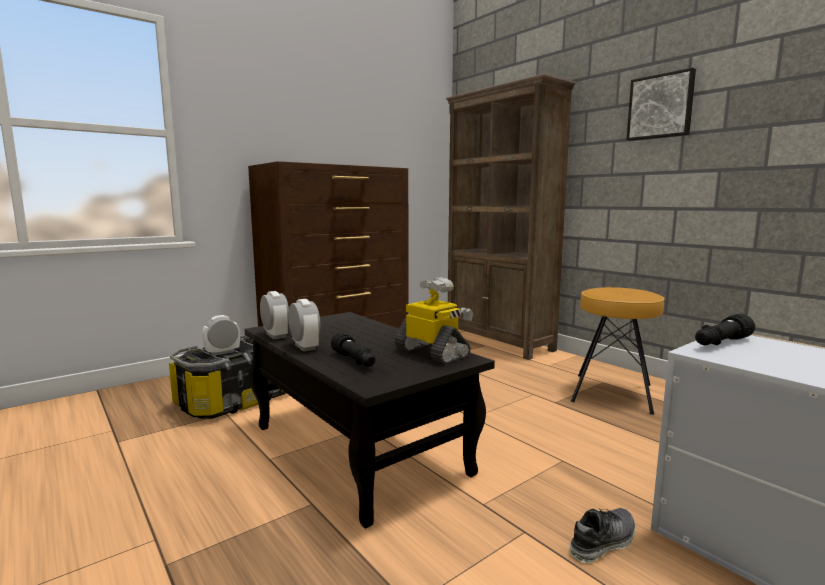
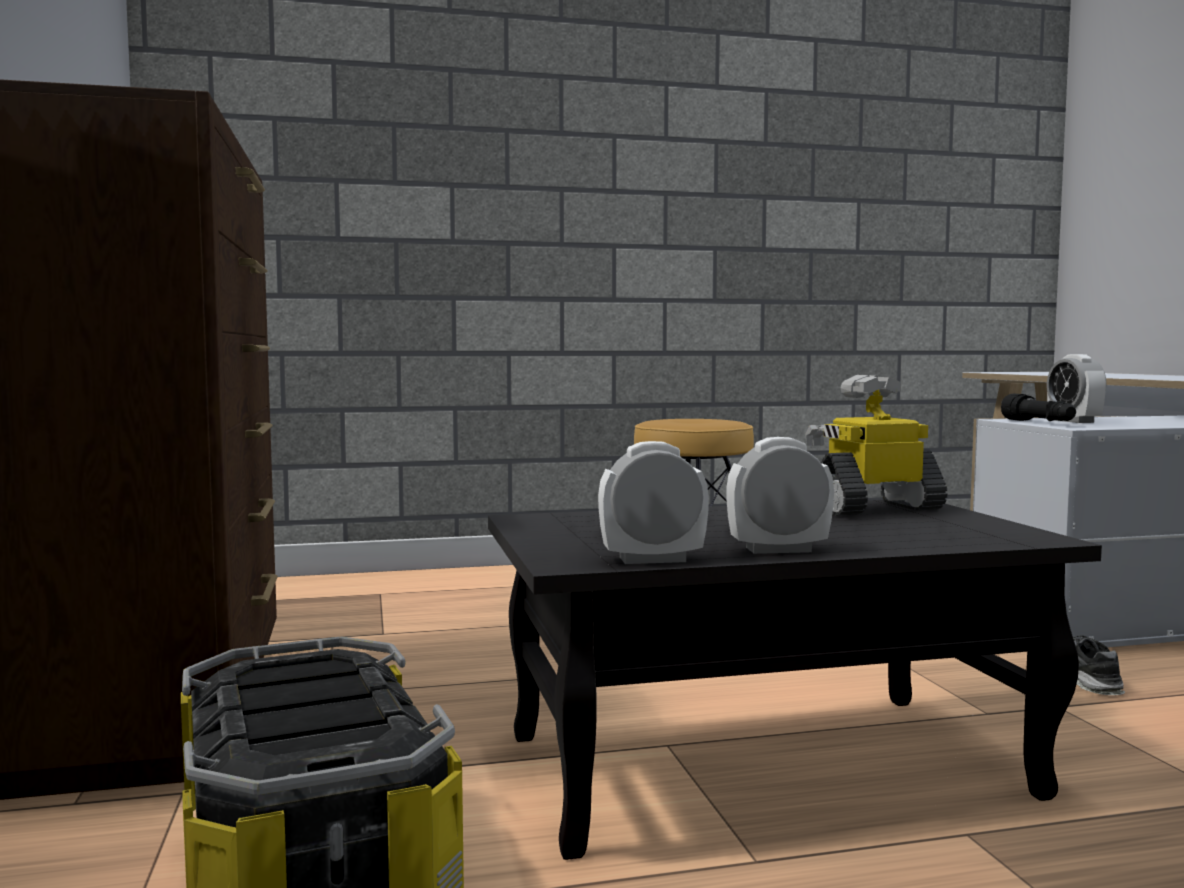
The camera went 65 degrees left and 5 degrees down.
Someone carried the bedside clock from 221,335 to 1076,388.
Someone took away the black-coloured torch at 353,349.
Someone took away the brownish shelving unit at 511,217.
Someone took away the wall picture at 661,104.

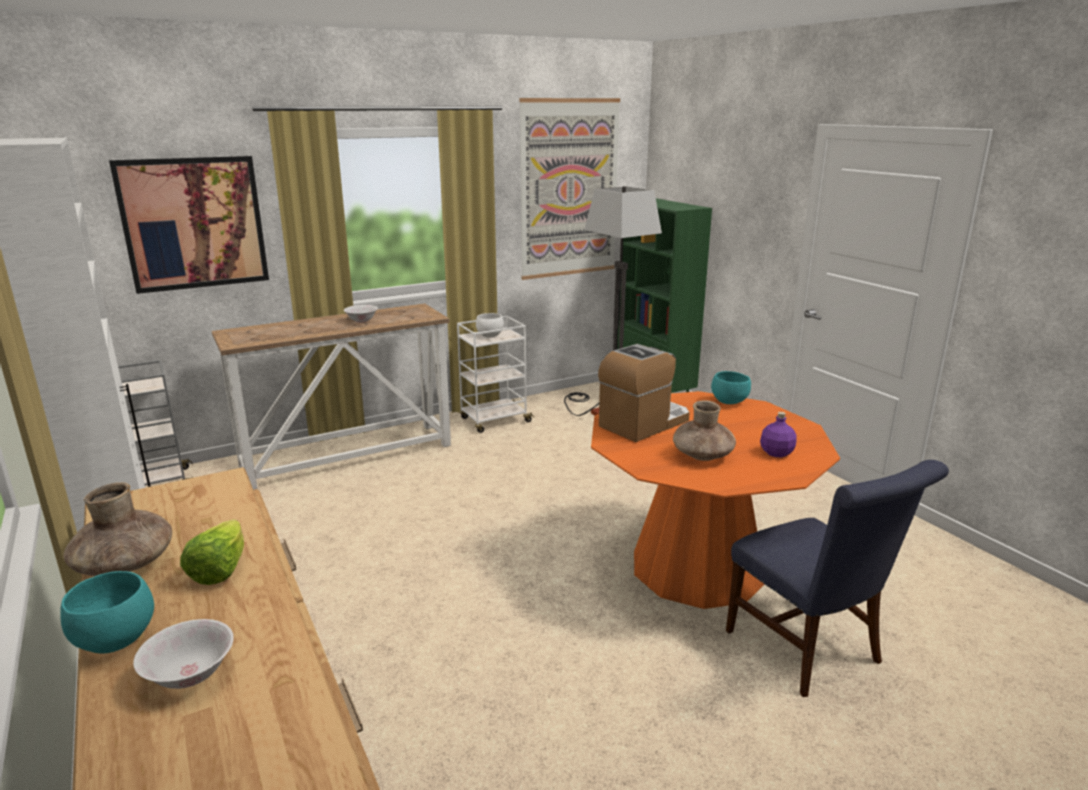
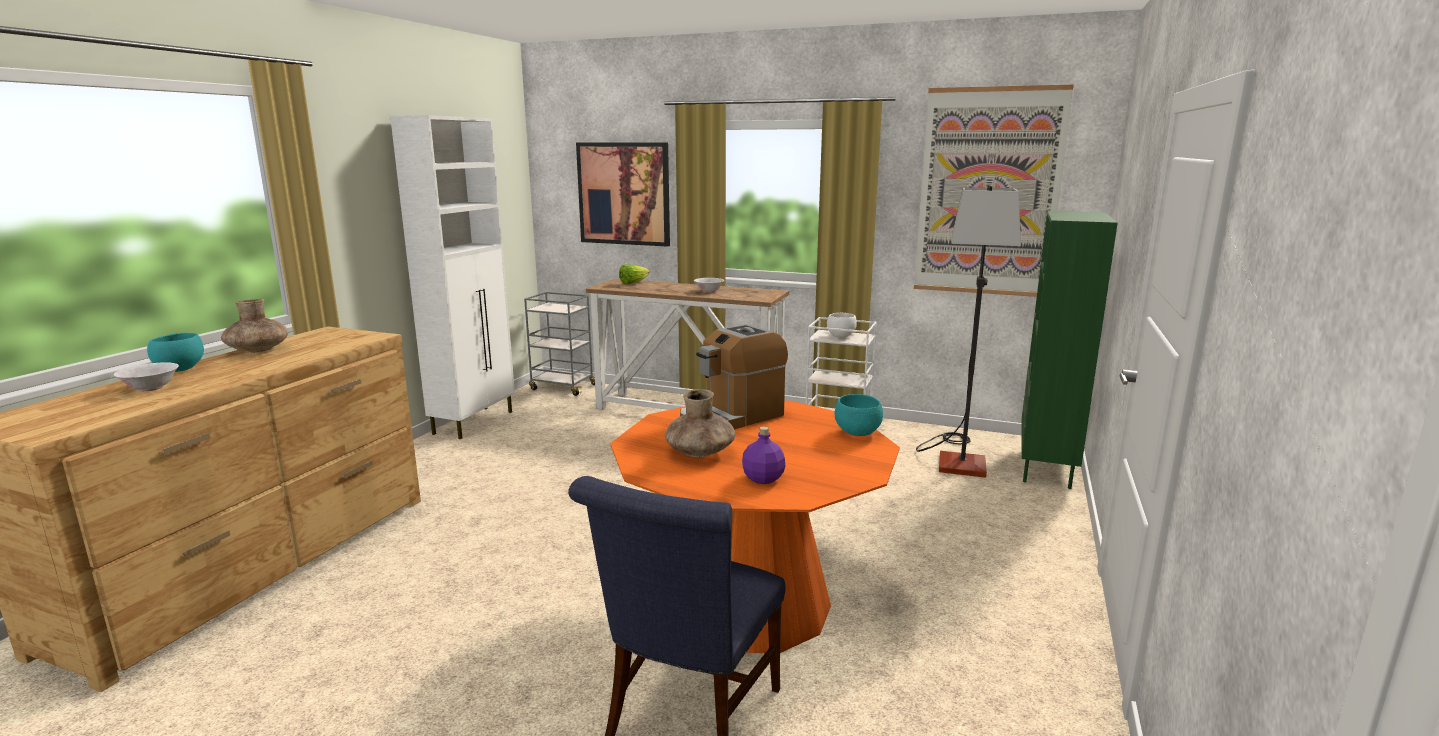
The camera went 50 degrees right and 5 degrees down.
Someone carried the lettuce from 212,552 to 634,274.
Someone rotated the coffee machine at 644,393 by 135 degrees clockwise.

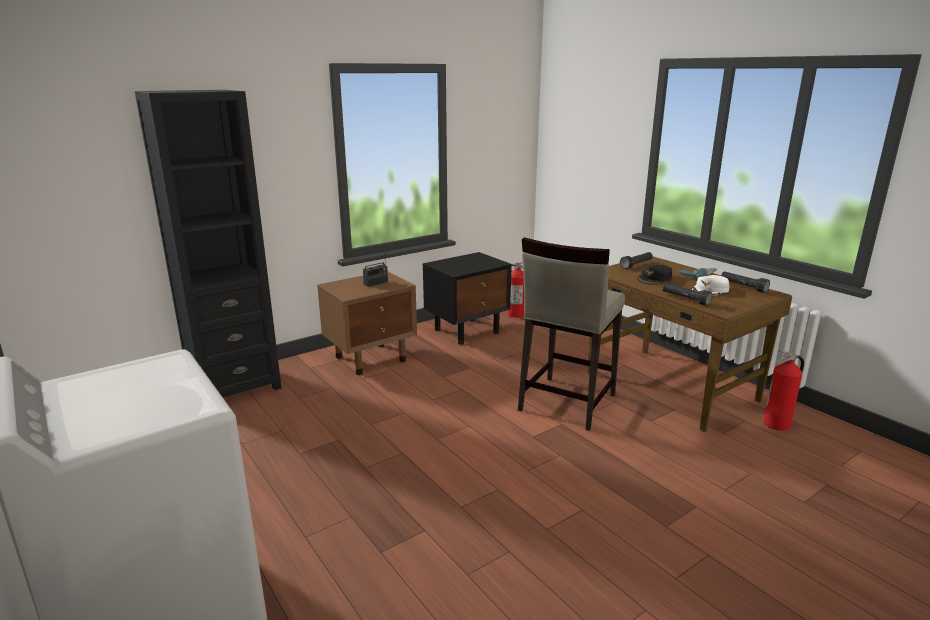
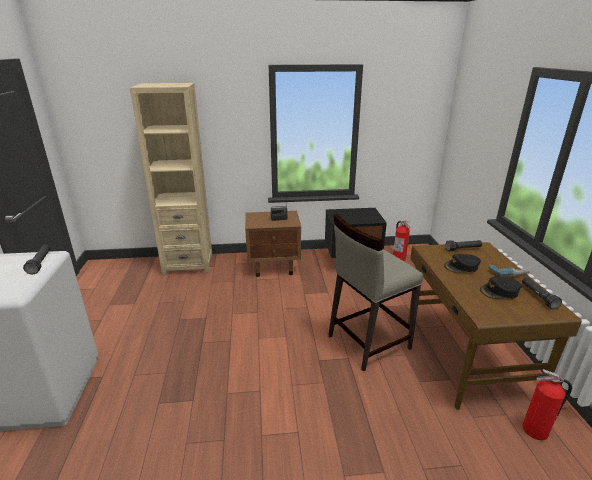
The camera went 30 degrees right and 5 degrees up.
Someone carried the black-coloured torch from 687,294 to 37,259.
Someone repainted the black-coloured shelving unit at 208,243, which became the beige-coloured shelving unit at 171,179.
Someone repainted the white baseball cap at 710,285, which became the black-coloured baseball cap at 501,288.

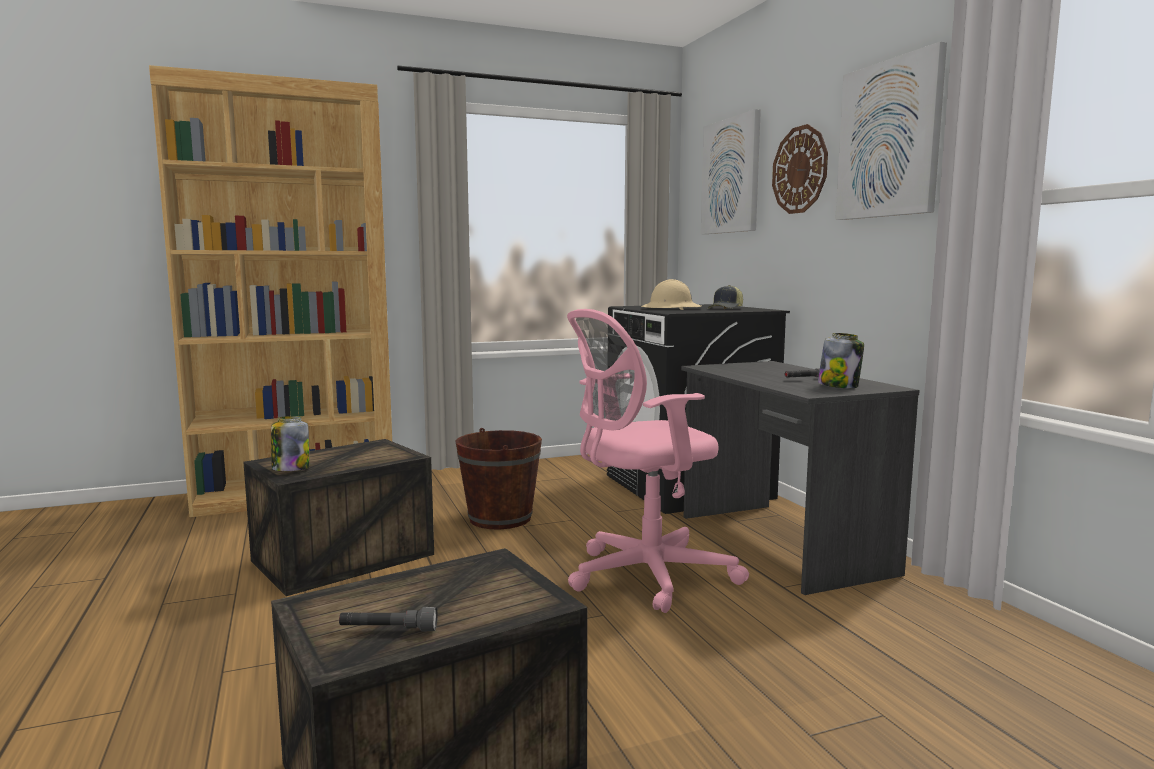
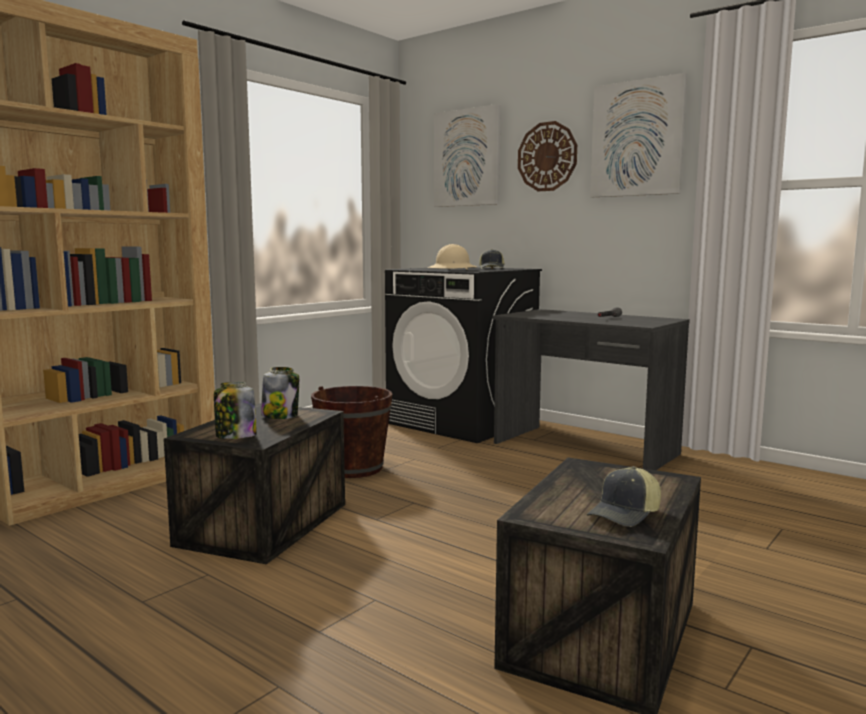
The camera went 30 degrees left and 0 degrees up.
Someone carried the jar from 841,360 to 280,393.
Someone swapped the grey torch at 388,619 for the baseball cap at 623,496.
Someone took away the pink-coloured computer chair at 658,461.

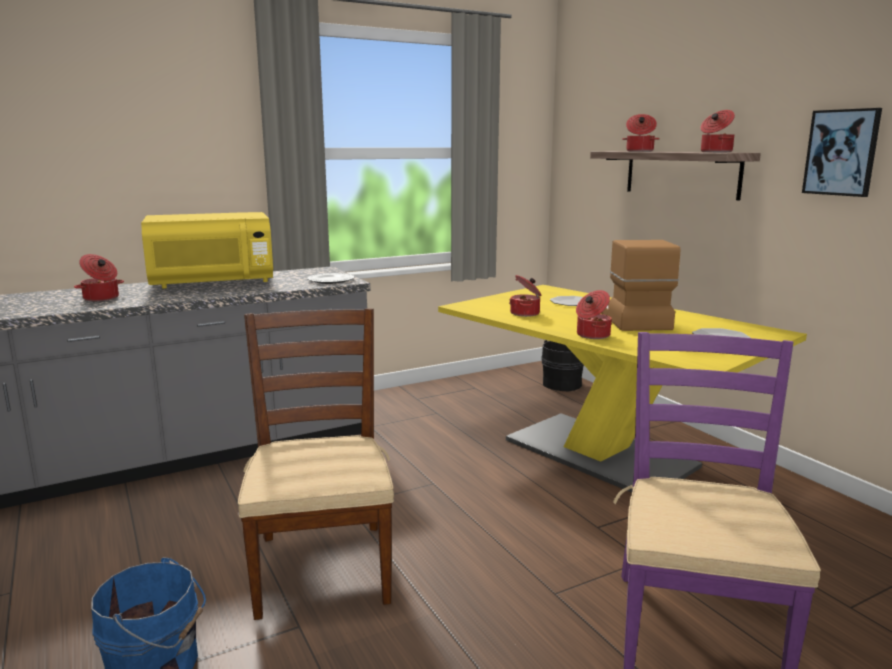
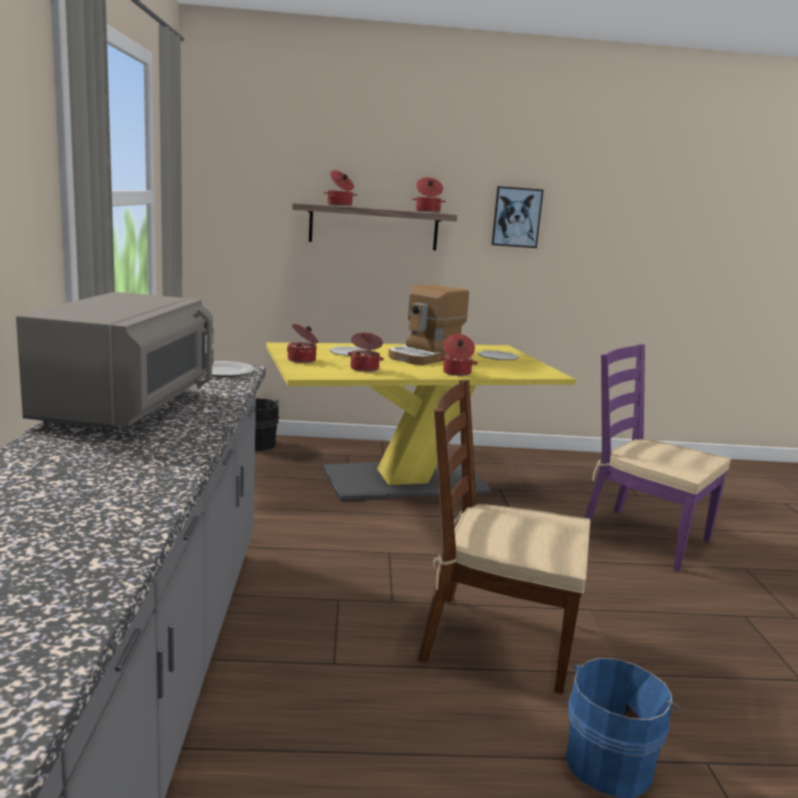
The camera went 65 degrees left and 0 degrees up.
Someone repainted the yellowish kitchen microwave at 207,250, which became the grey kitchen microwave at 115,361.
Someone carried the cooking pot from 99,277 to 302,343.
Someone rotated the coffee machine at 640,285 by 75 degrees counterclockwise.

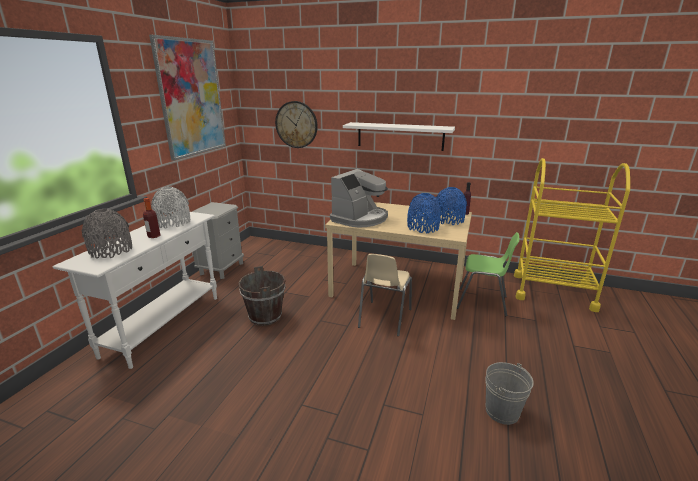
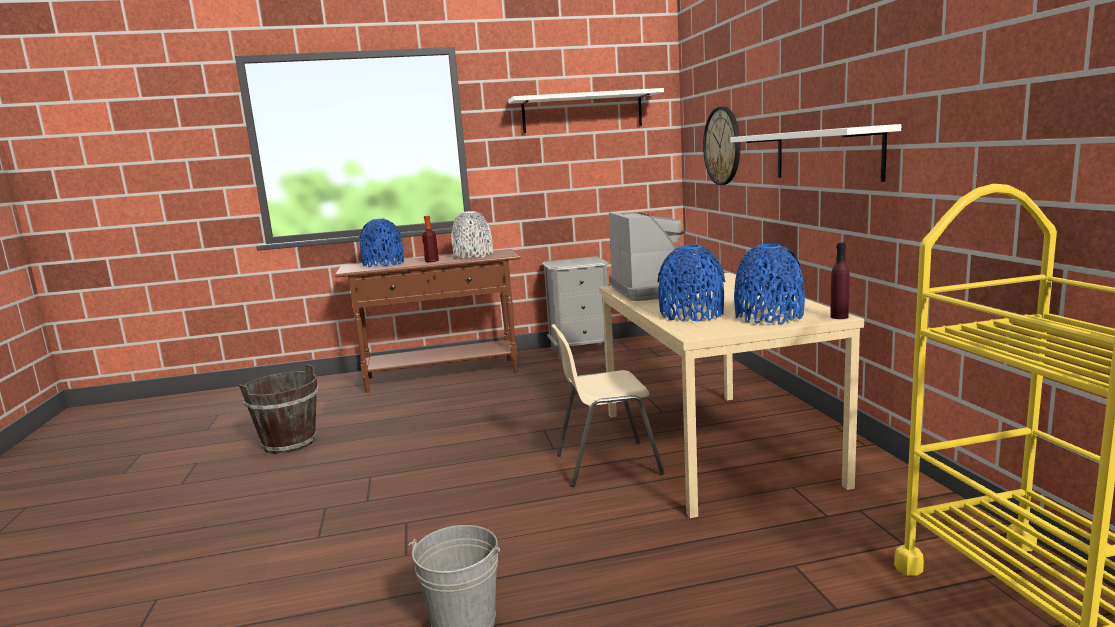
The camera went 60 degrees right and 10 degrees down.
Someone carried the brownish water bucket from 262,296 to 278,409.
Someone repainted the white console table at 135,290, which became the brownish console table at 428,321.
Someone repainted the grey flower vase at 107,234, which became the bluish flower vase at 382,243.
Someone swapped the wall picture at 187,98 for the white bracket shelf at 586,110.
Someone rotated the coffee machine at 359,198 by 105 degrees counterclockwise.
Someone took away the green plain chair at 488,274.

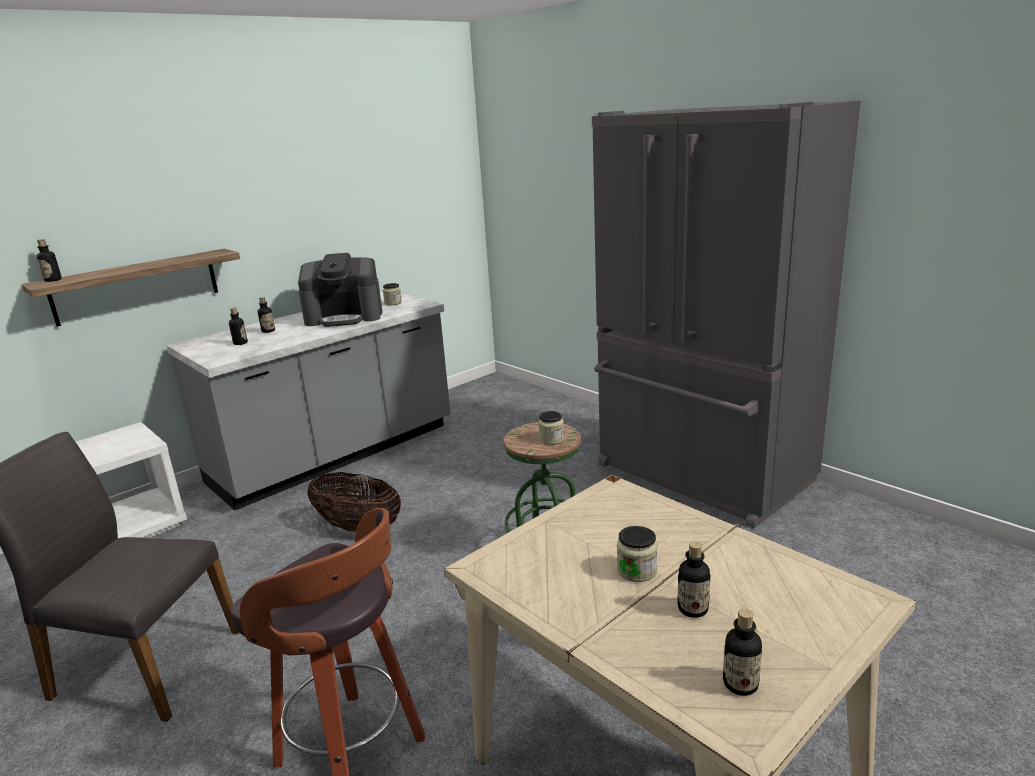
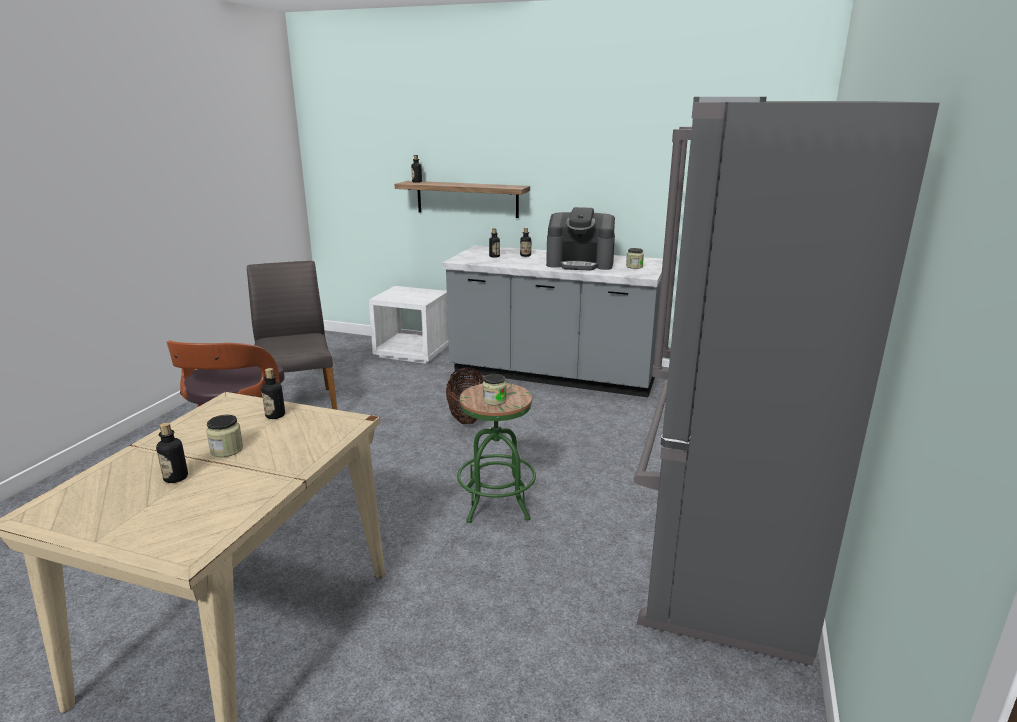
The camera went 60 degrees right and 0 degrees up.
Someone carried the beverage bottle from 742,652 to 273,393.
Someone rotated the coffee machine at 340,290 by 45 degrees counterclockwise.

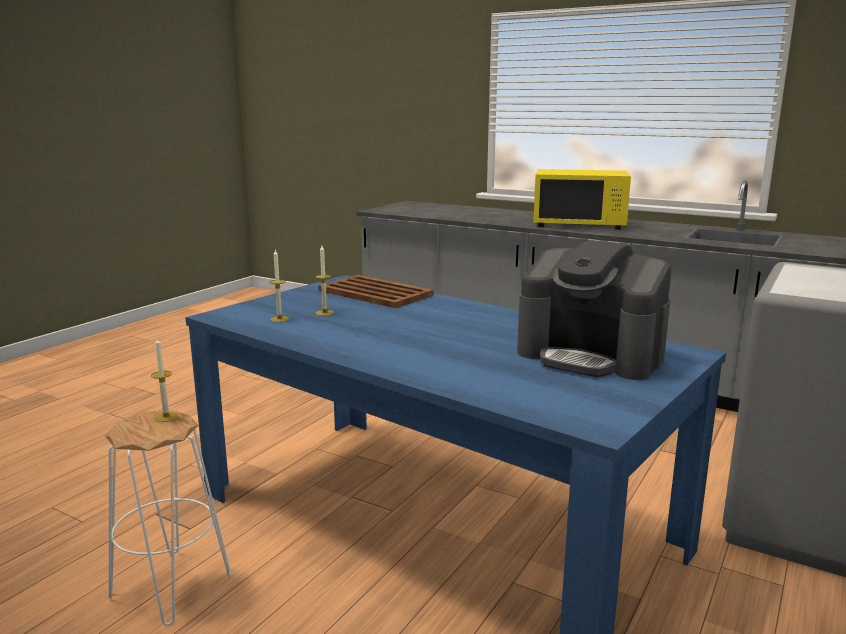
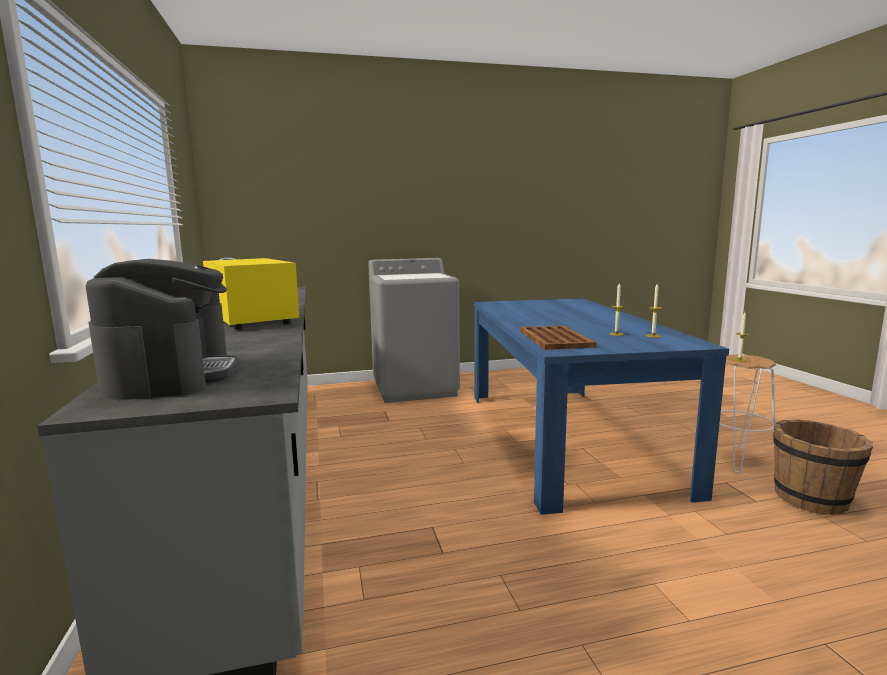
The camera went 135 degrees left and 5 degrees down.
Someone carried the coffee machine from 594,310 to 162,329.
Someone put down the brownish water bucket at 823,467.

